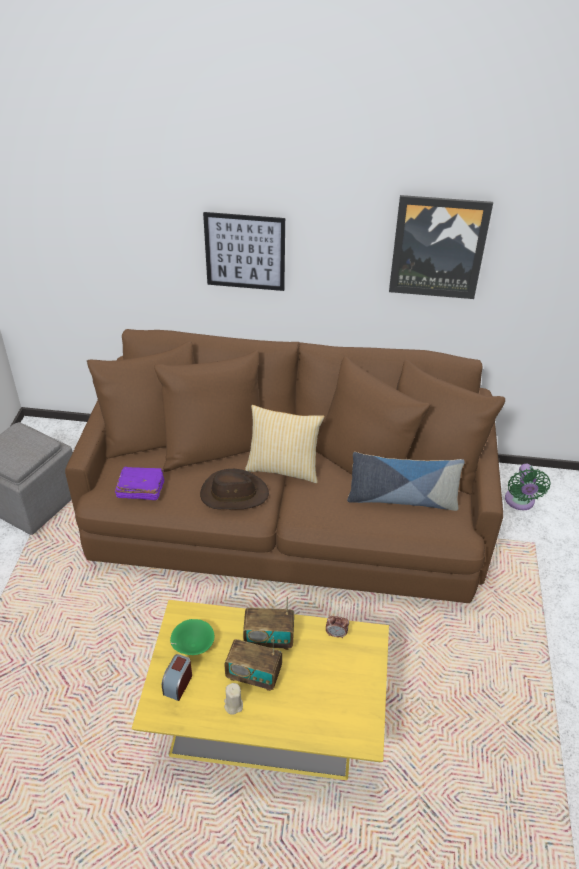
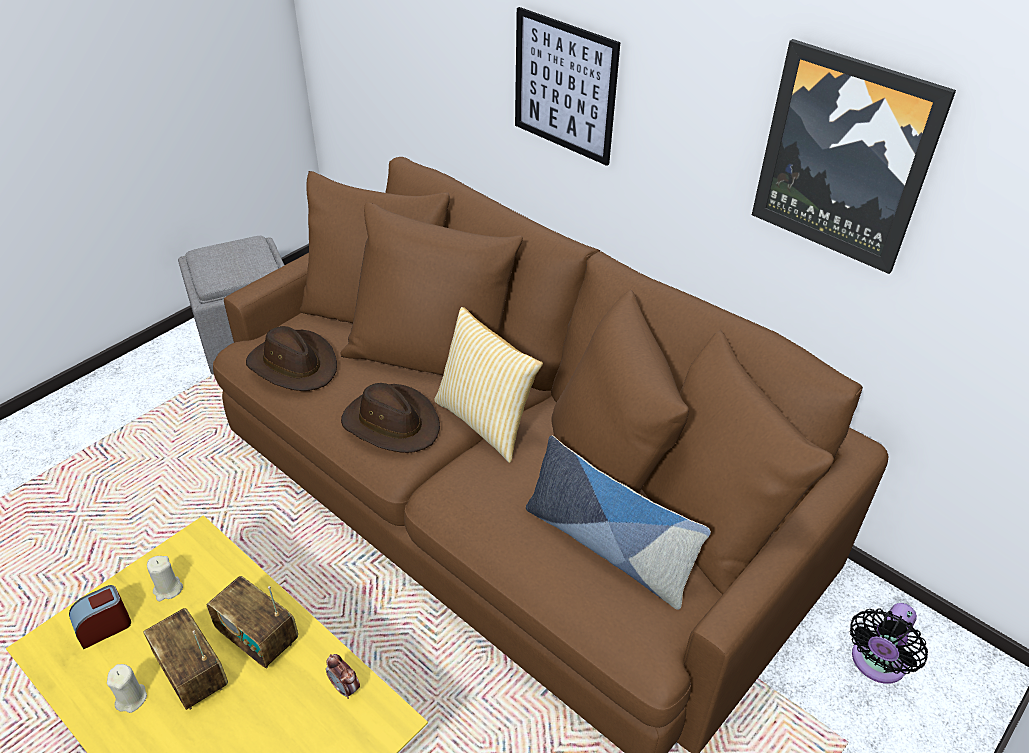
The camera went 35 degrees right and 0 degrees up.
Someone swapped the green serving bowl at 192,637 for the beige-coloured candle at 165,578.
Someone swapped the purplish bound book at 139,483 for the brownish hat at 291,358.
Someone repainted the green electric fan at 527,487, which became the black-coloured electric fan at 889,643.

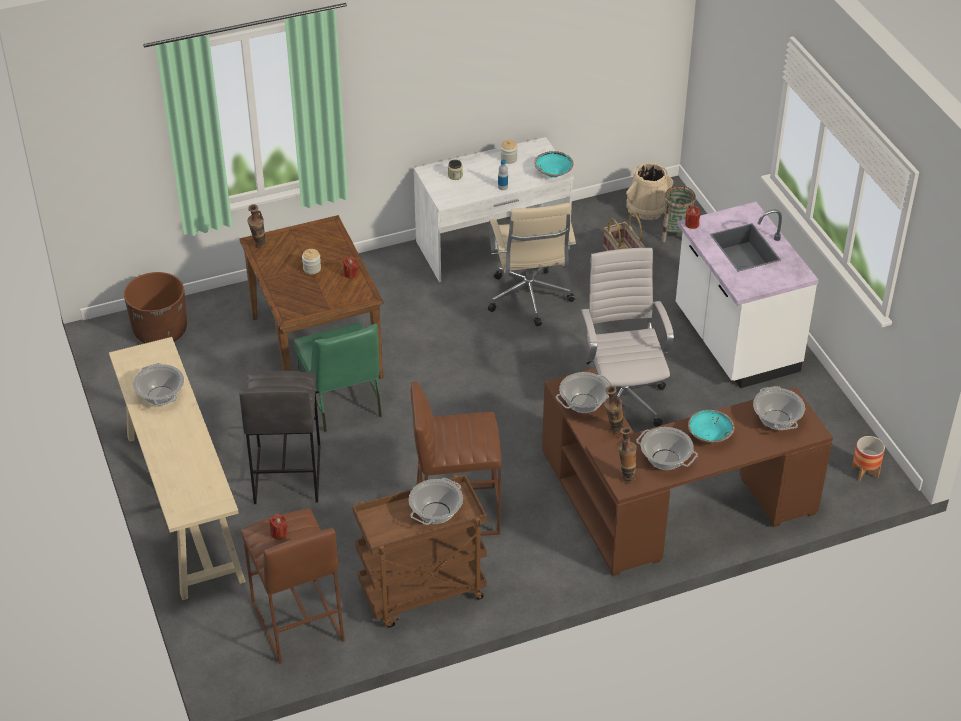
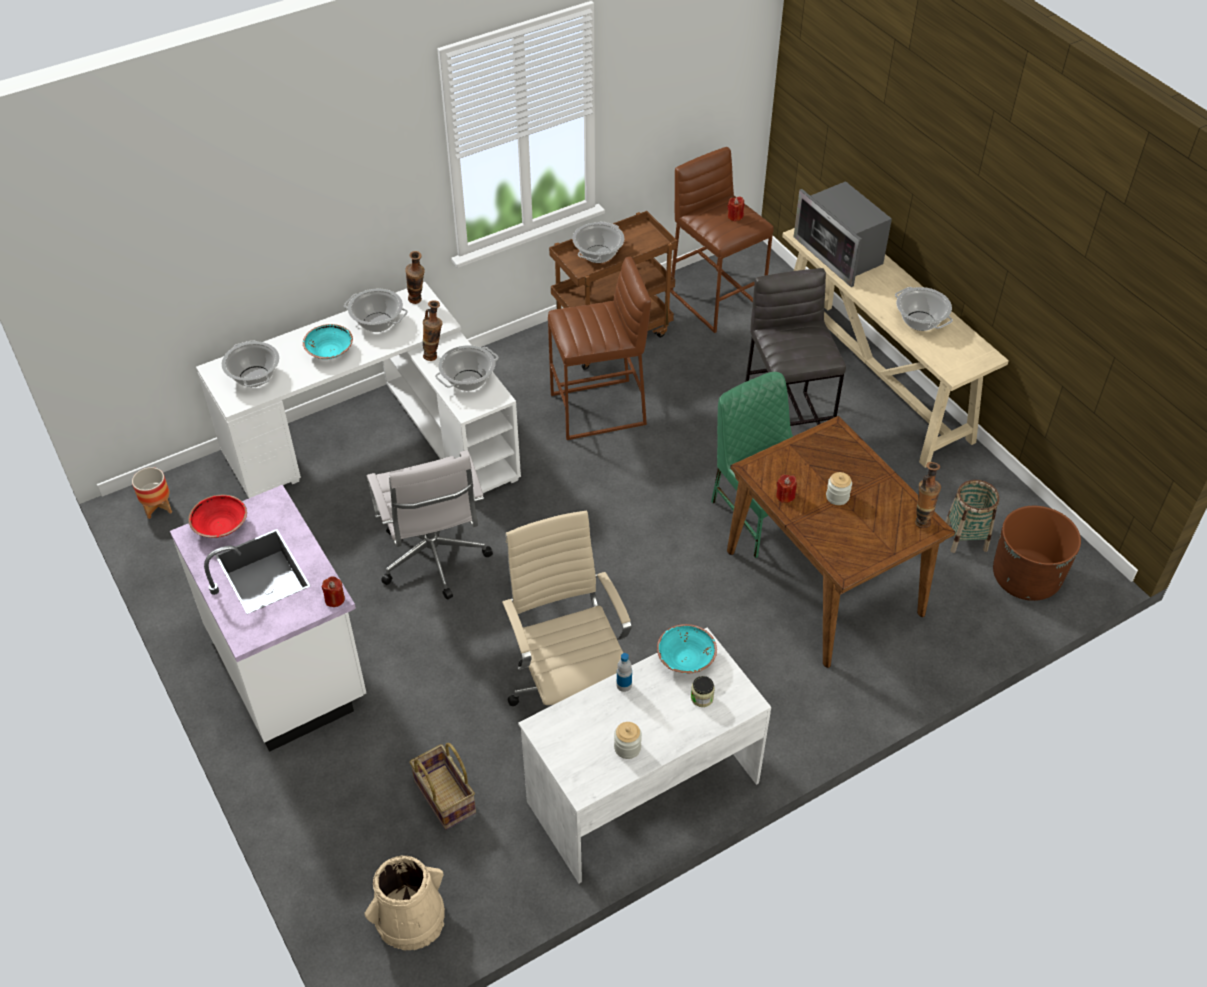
The camera went 170 degrees right and 5 degrees up.
Someone put down the red-coloured serving bowl at 217,516.
Someone repainted the brownish desk unit at 687,472, which became the white desk unit at 358,390.
Someone carried the turquoise-coloured serving bowl from 553,164 to 687,648.
Someone put down the kitchen microwave at 843,234.
Someone carried the storage basket from 679,214 to 972,516.

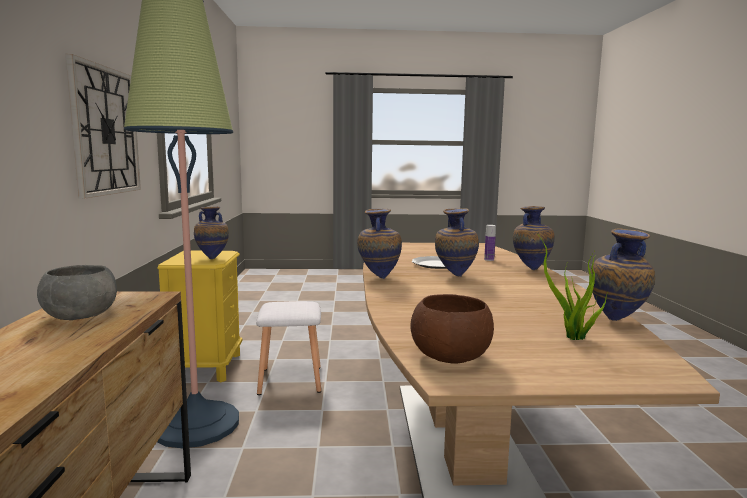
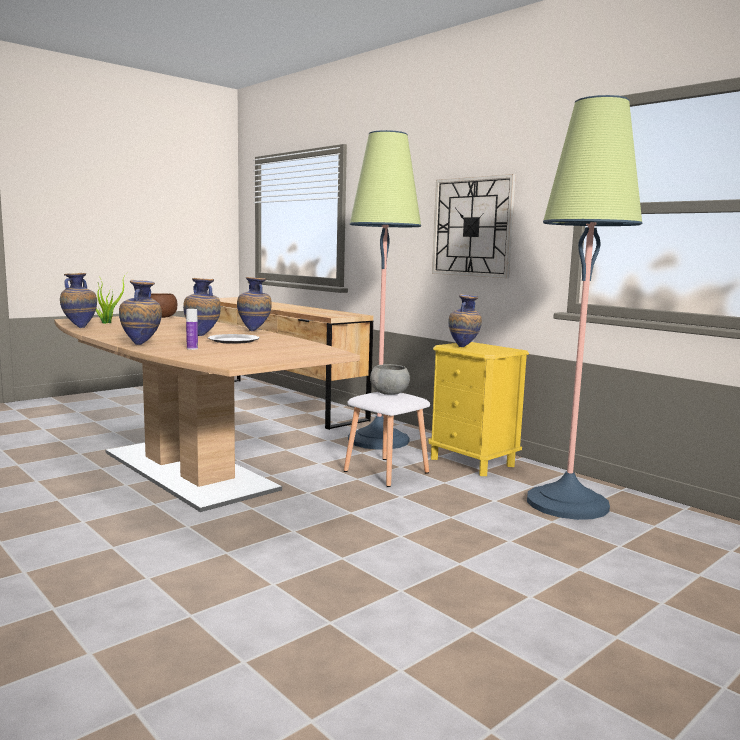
The camera went 140 degrees right and 0 degrees up.
Someone carried the grey serving bowl from 77,292 to 390,379.
Someone put down the floor lamp at 584,307.

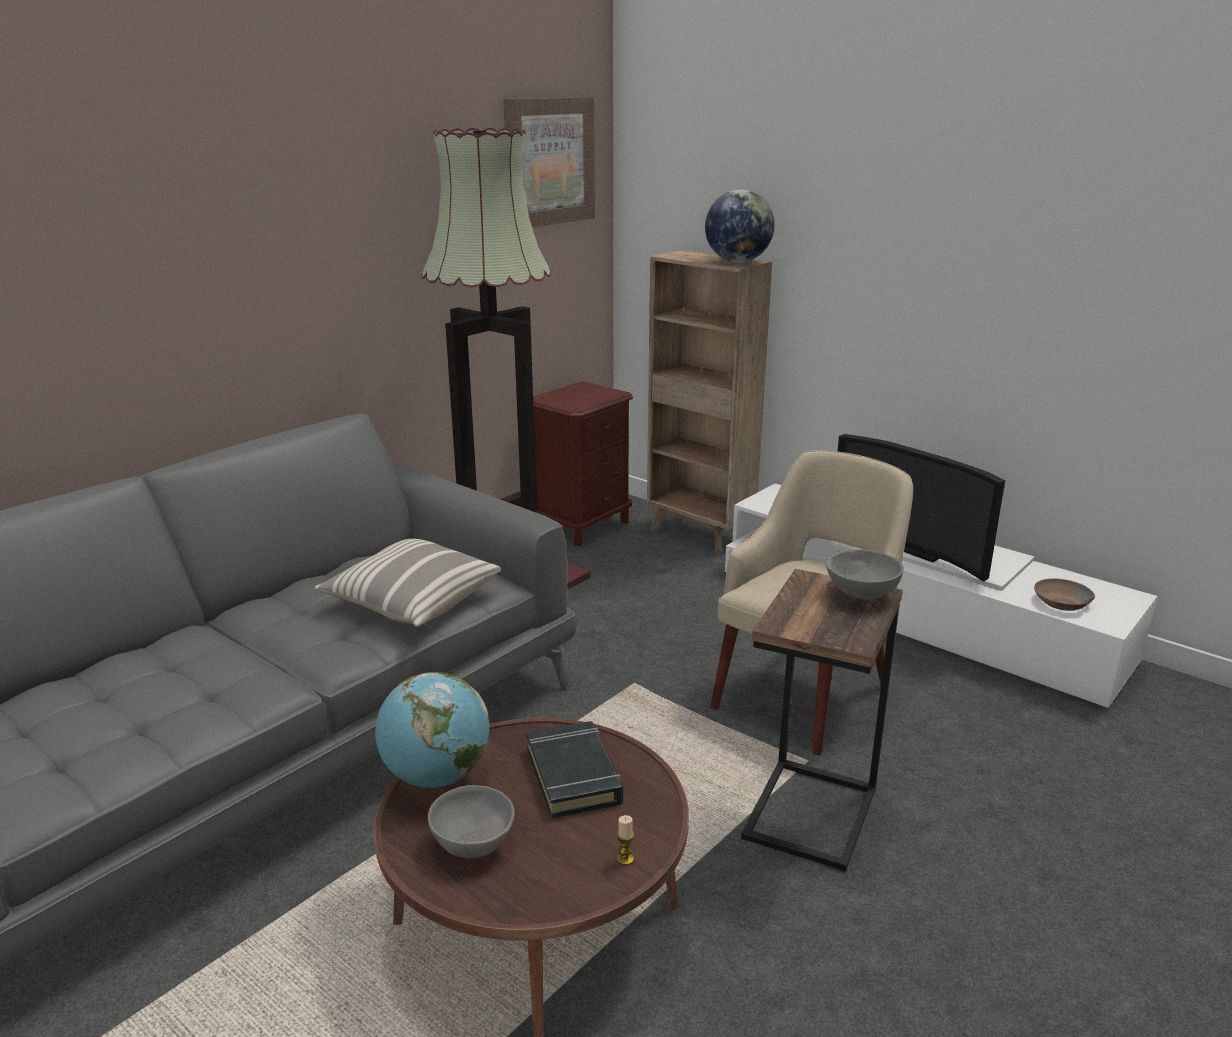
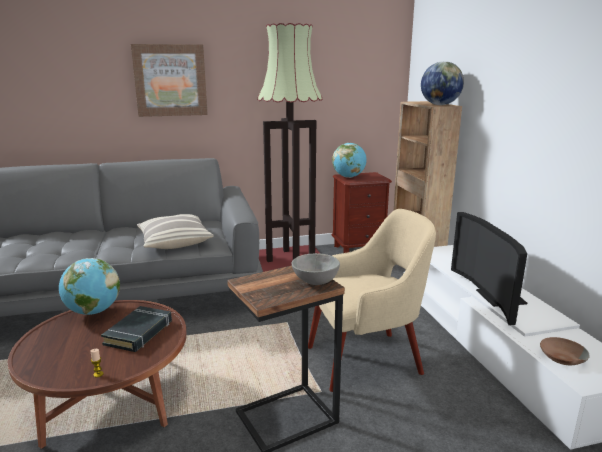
The camera went 35 degrees right and 5 degrees down.
Someone carried the wall picture from 549,162 to 169,80.
Someone put down the globe at 349,160.
Someone took away the grey serving bowl at 471,821.

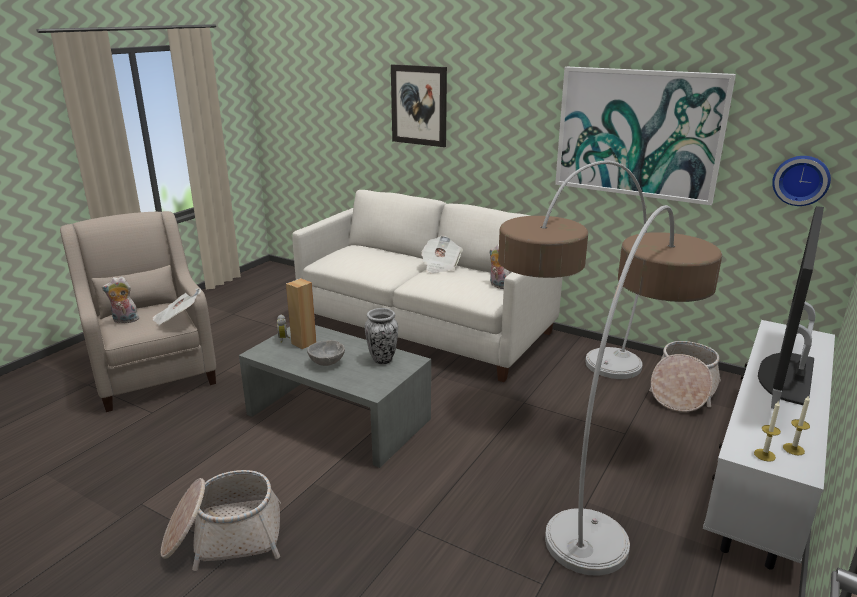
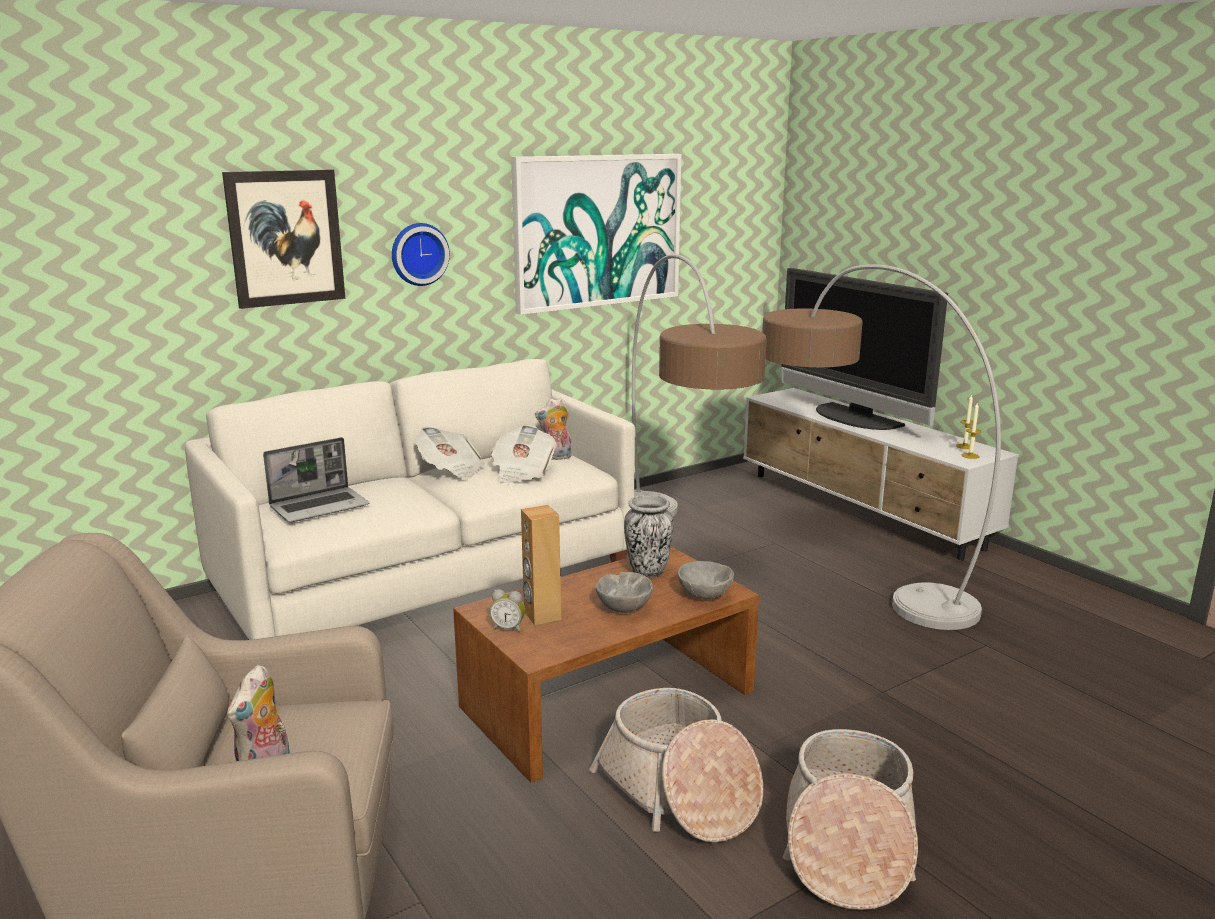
The camera went 65 degrees left and 5 degrees down.
Someone put down the notebook computer at 316,479.
Someone carried the clock on the wall from 801,181 to 421,254.
Someone repainted the grey coffee table at 335,396, which became the brownish coffee table at 606,664.
Someone carried the daily paper from 176,307 to 524,454.
Someone carried the storage basket from 685,376 to 676,765.
Someone put down the grey serving bowl at 706,580.

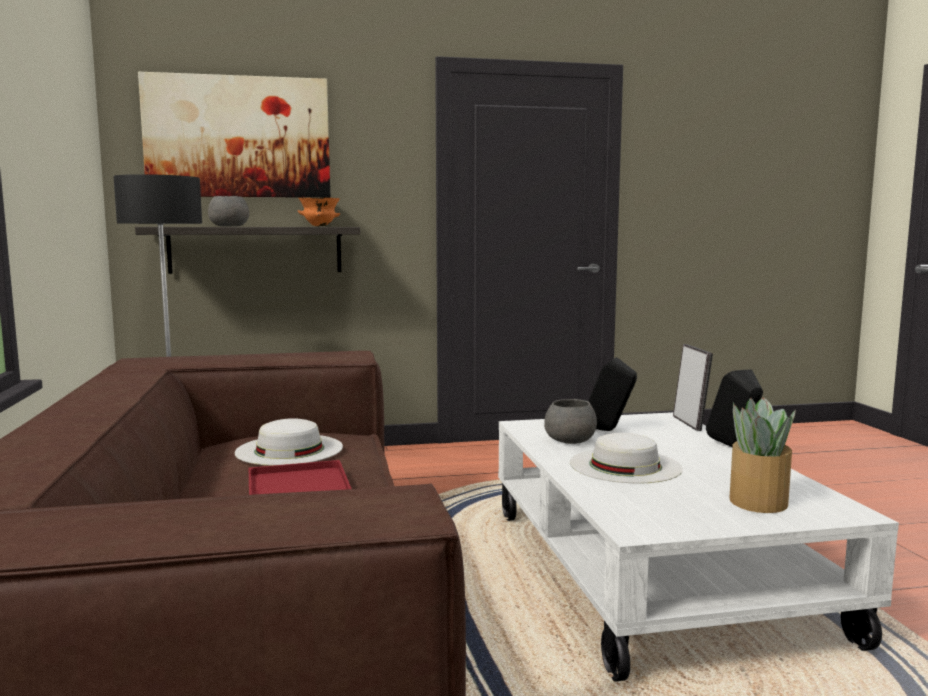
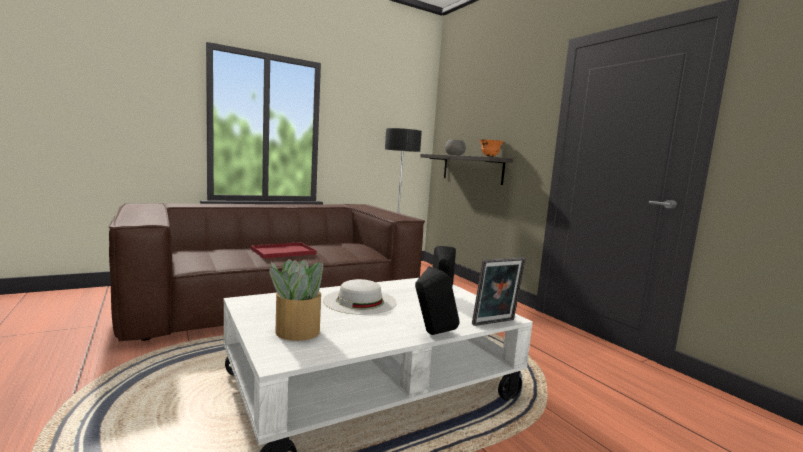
The camera went 70 degrees right and 0 degrees up.
Someone took away the wall picture at 234,135.
Someone took away the white hat at 289,442.
Someone took away the grey serving bowl at 570,421.

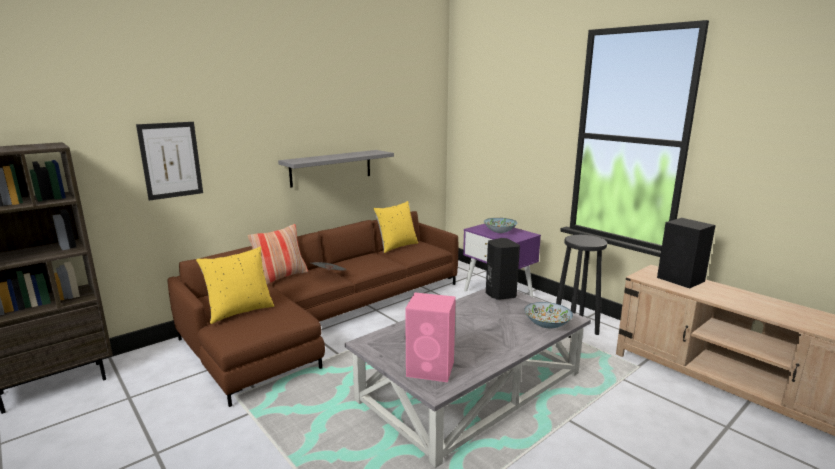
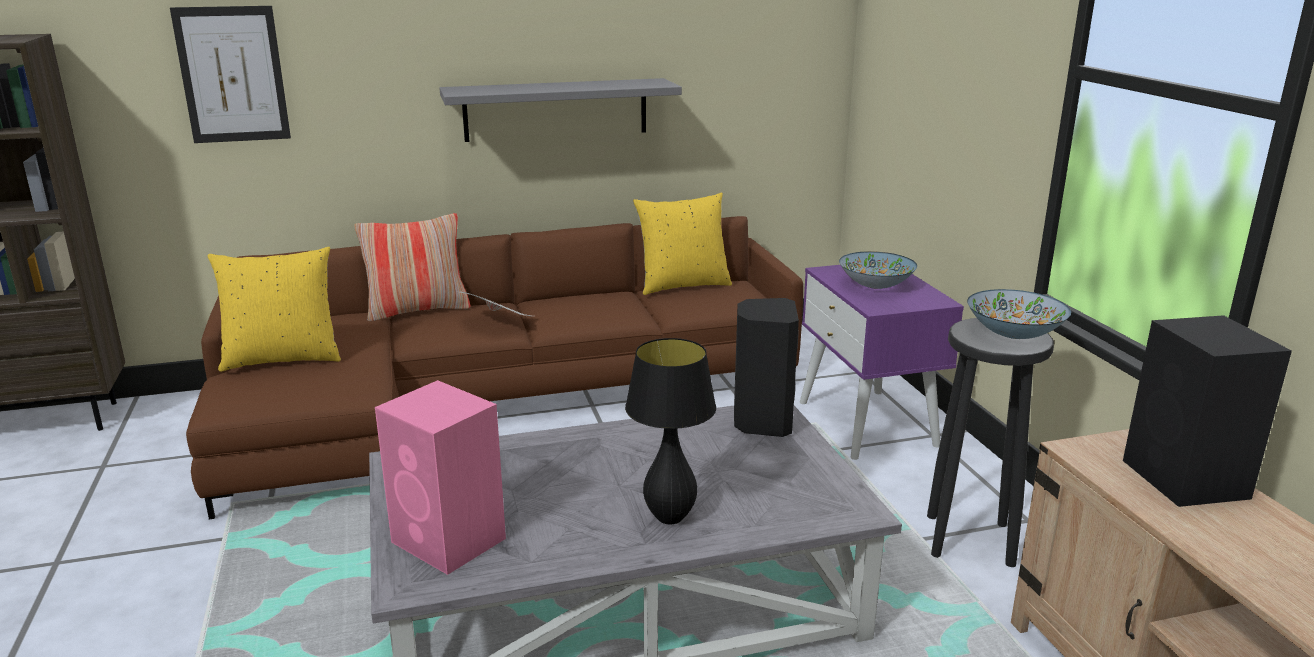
The camera went 25 degrees right and 5 degrees up.
Someone put down the black-coloured tabletop lamp at 670,431.
Someone carried the serving bowl from 548,315 to 1019,314.

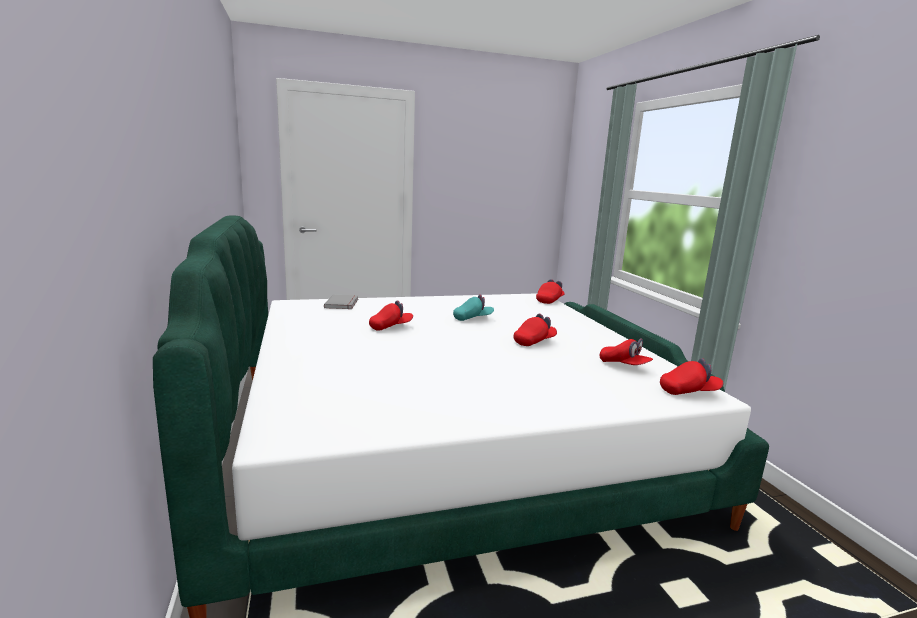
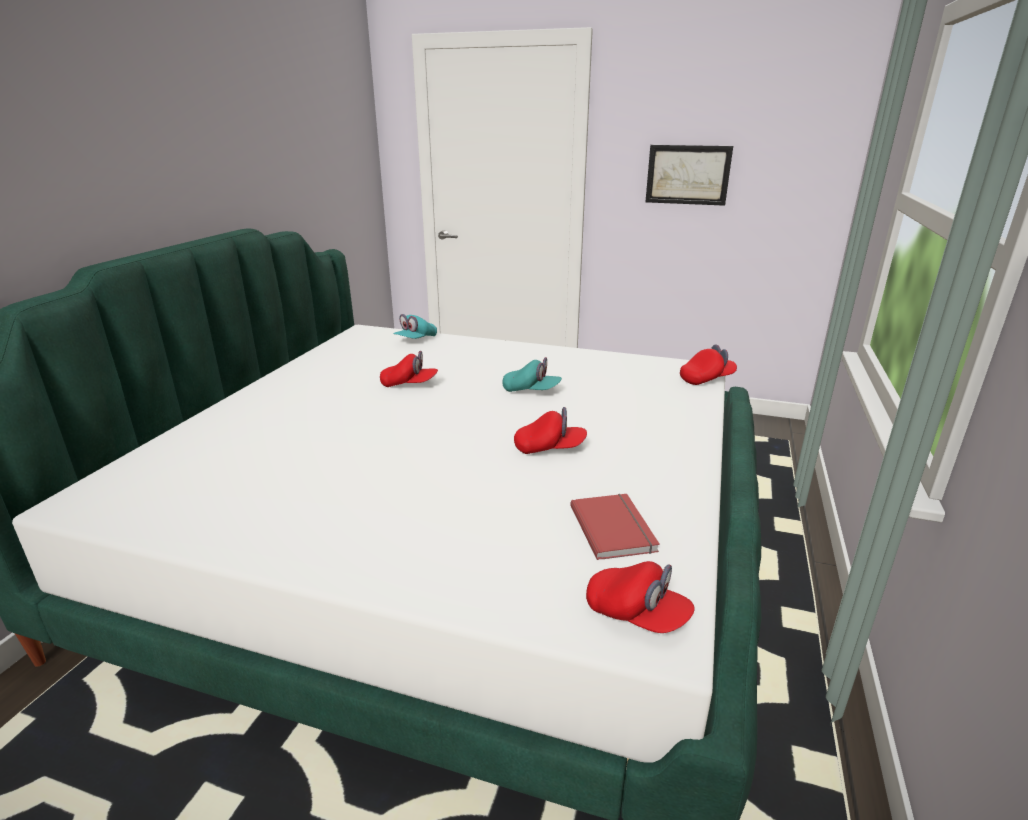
The camera went 35 degrees right and 10 degrees up.
Someone swapped the grey bound book at 341,302 for the turquoise-coloured baseball cap at 415,326.
Someone swapped the red-coloured baseball cap at 626,352 for the red-coloured bound book at 615,527.
Someone put up the wall picture at 689,175.

